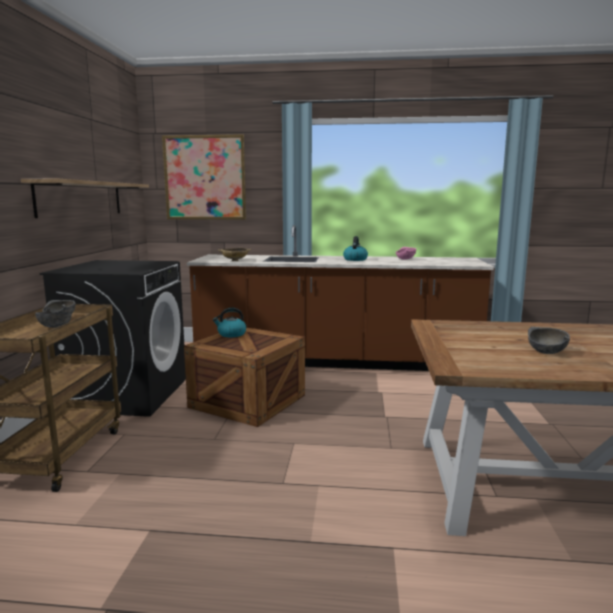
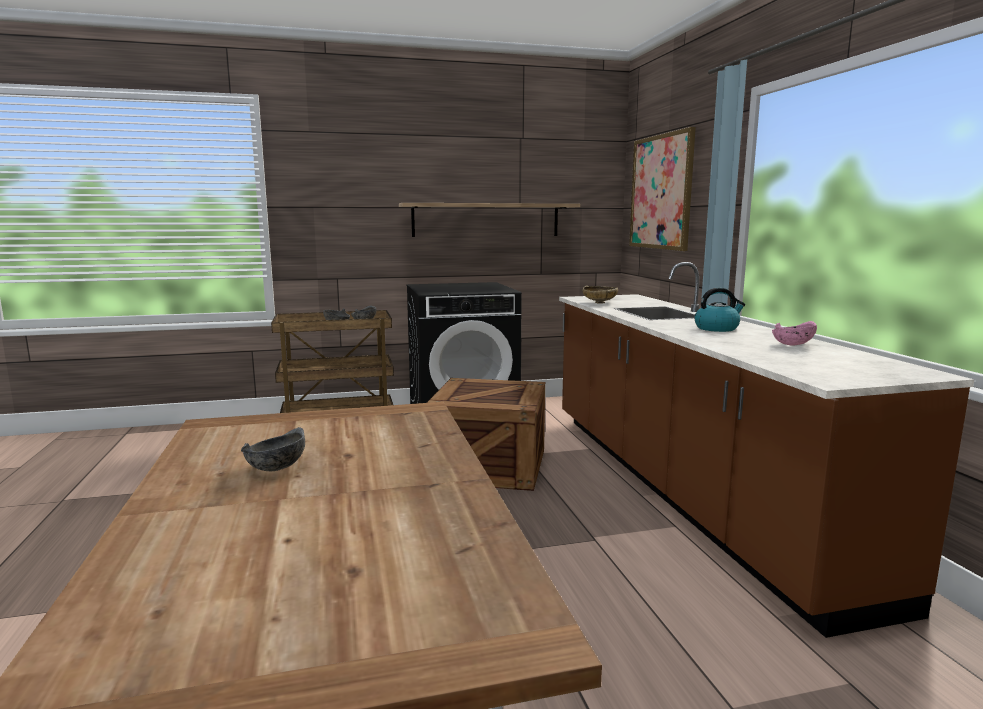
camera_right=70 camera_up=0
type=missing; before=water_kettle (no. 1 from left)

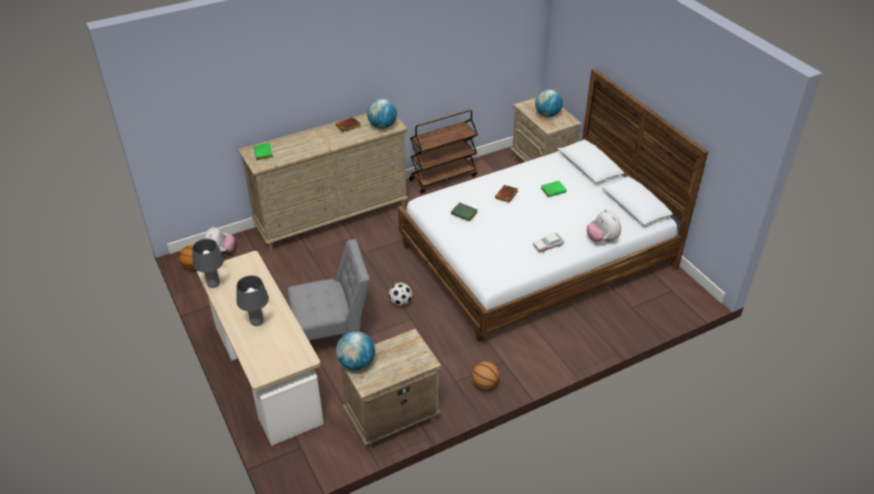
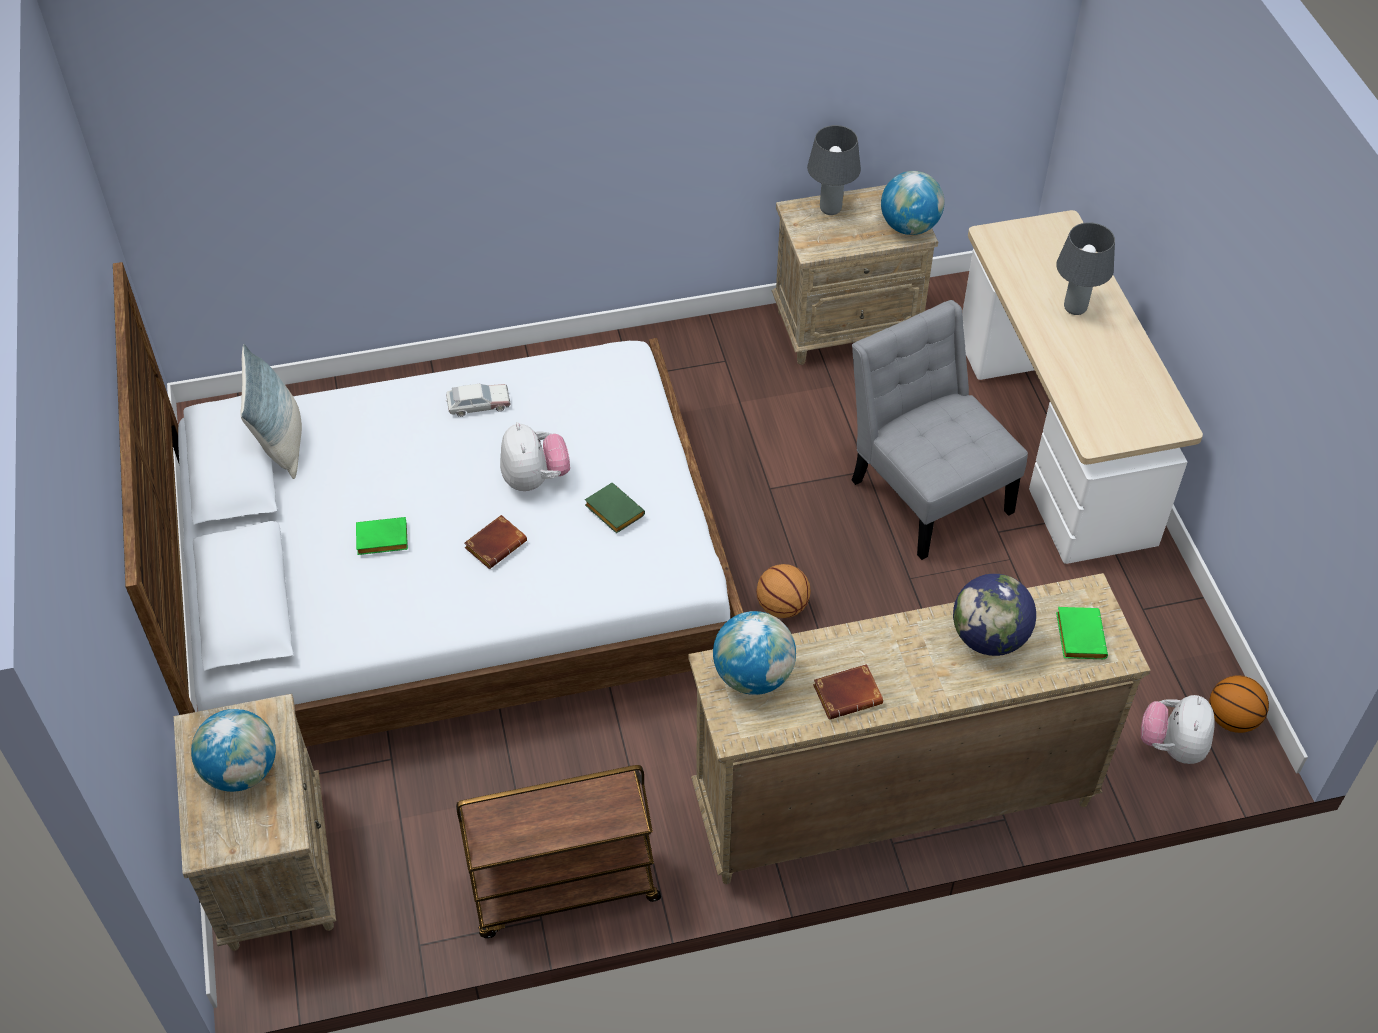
camera_right=-165 camera_up=10
type=missing; before=ball_for_football
type=appeared; after=pillow
type=appeared; after=world_globe (no. 4 from left)
type=relocated; before=grey_lamp_for_a_table (no. 1 from left)
type=relocated; before=basketball (no. 2 from left in the first image); after=basketball (no. 1 from left)
type=relocated; before=cuddly_toy (no. 2 from left in the first image); after=cuddly_toy (no. 1 from left)
type=spun; before=grey_upright_chair; turn=60

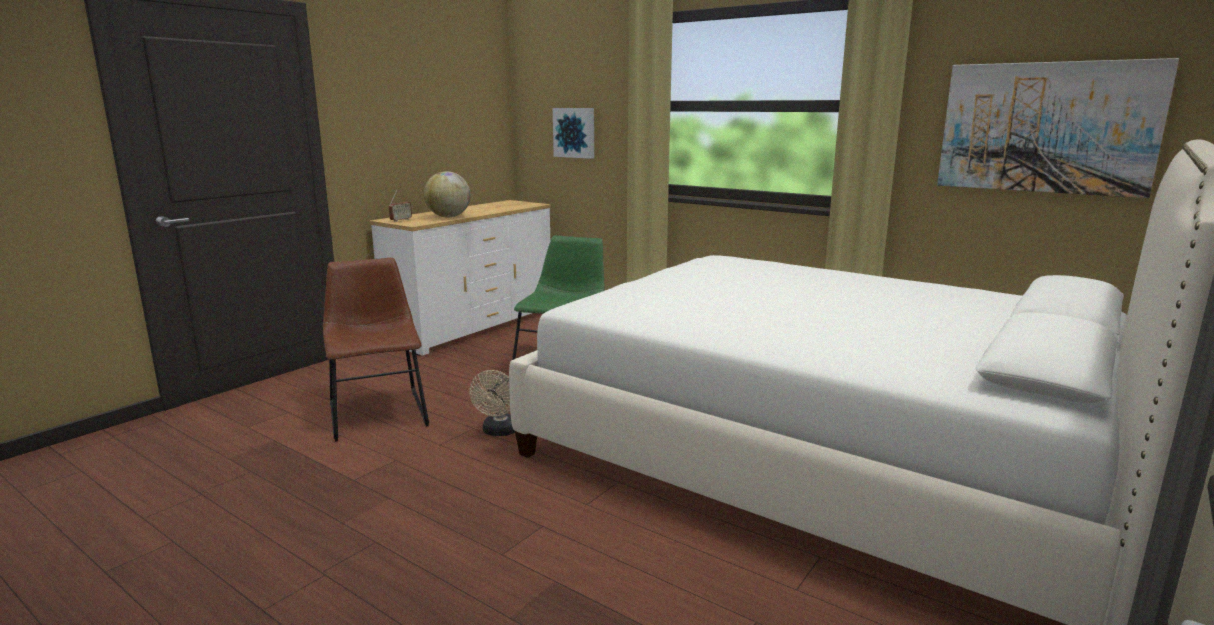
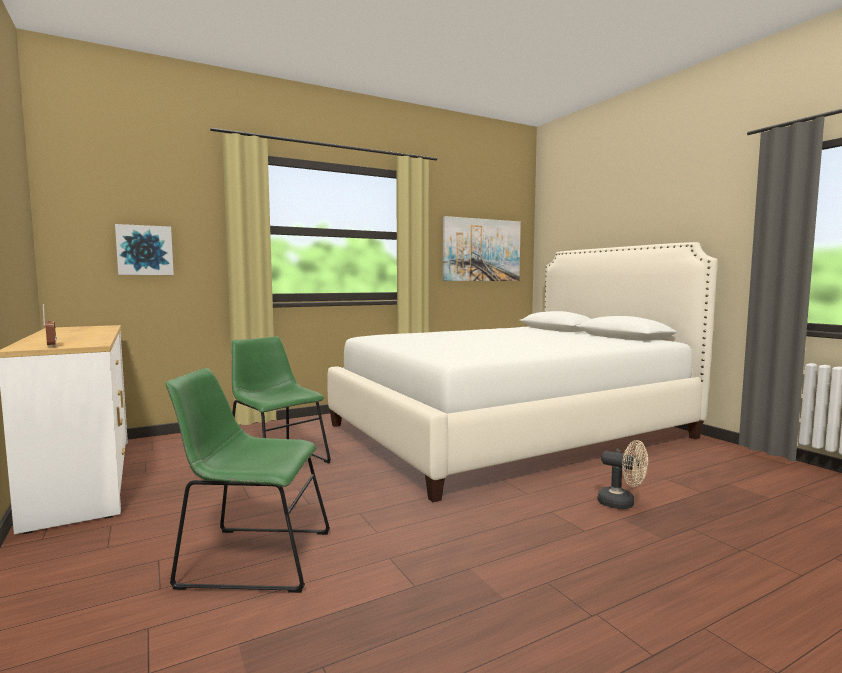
camera_right=-65 camera_up=-10
type=missing; before=world_globe
type=relocated; before=beige-coloured_cooling_fan
type=colour; before=brownish_upright_chair; after=green-coloured_upright_chair (no. 1 from left)

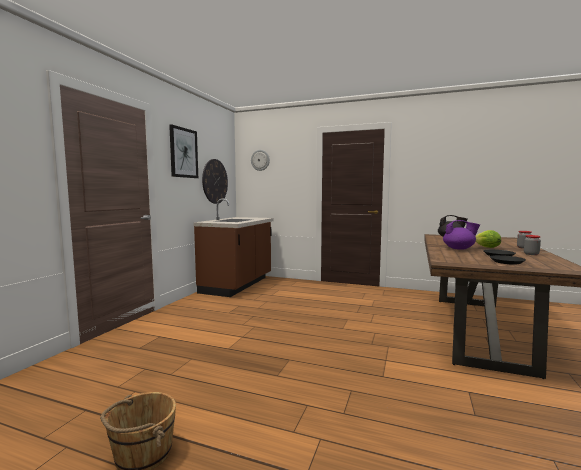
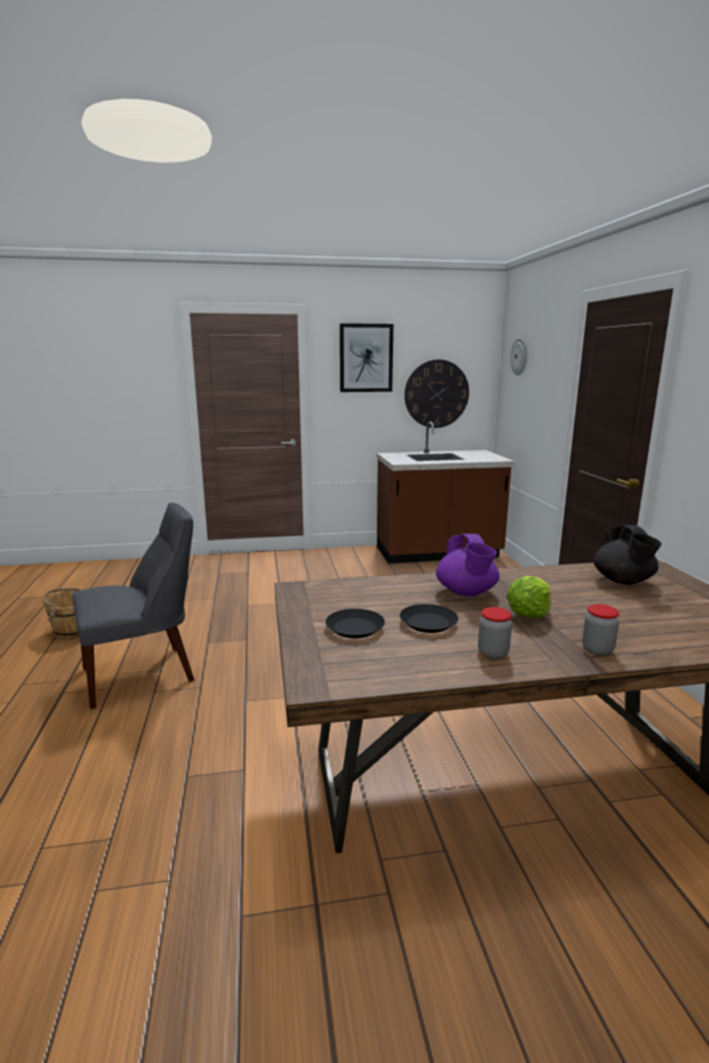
camera_right=60 camera_up=10
type=appeared; after=grey_upright_chair

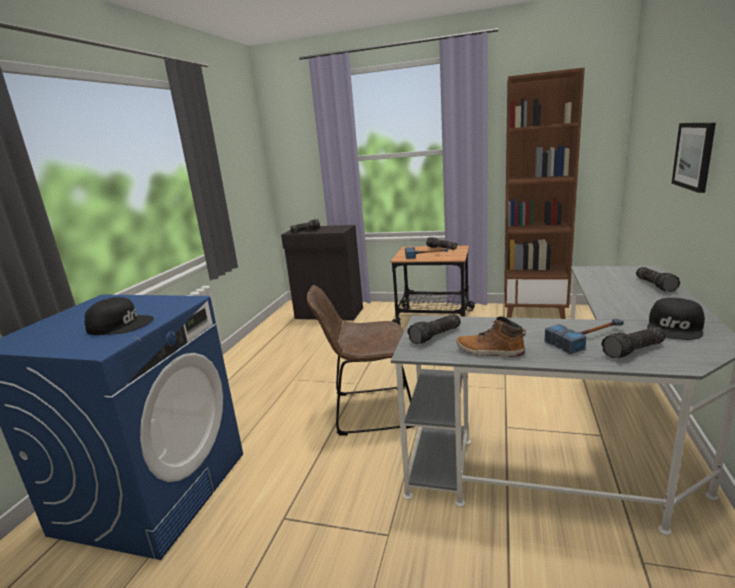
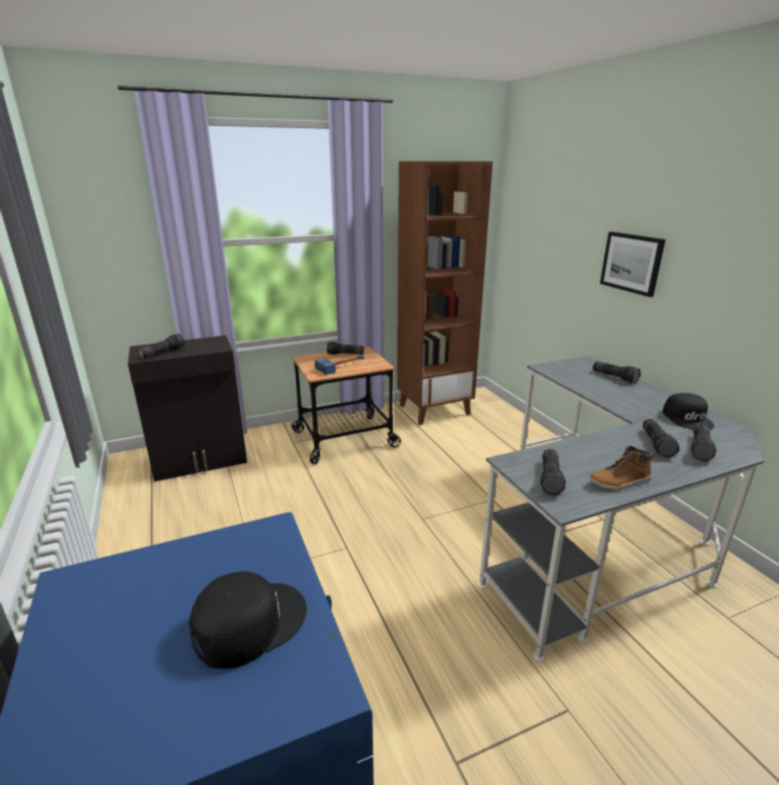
camera_right=-40 camera_up=5
type=missing; before=brownish_upright_chair
type=exchanged; before=tool_hammer (no. 2 from left); after=hand_torch (no. 5 from left)

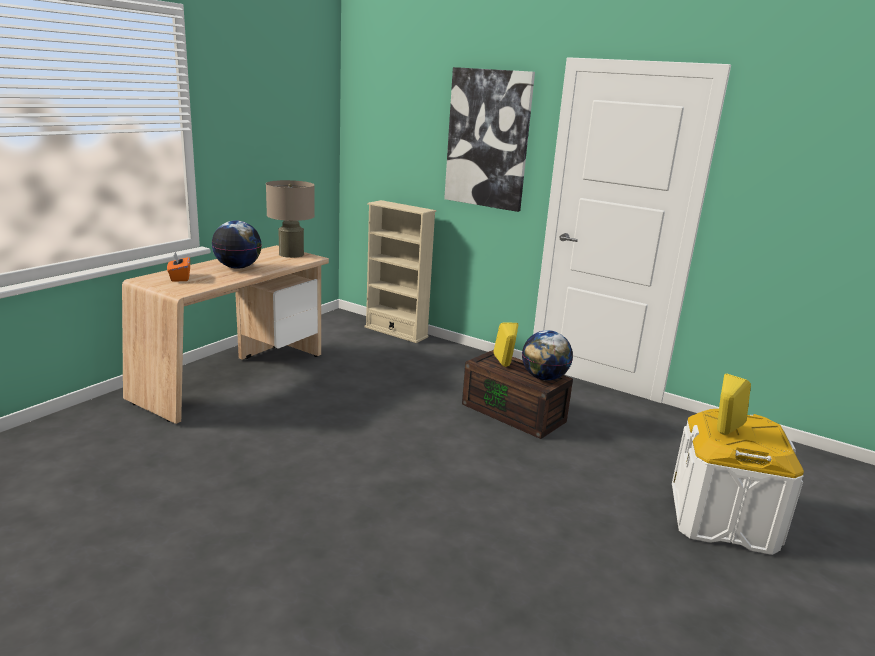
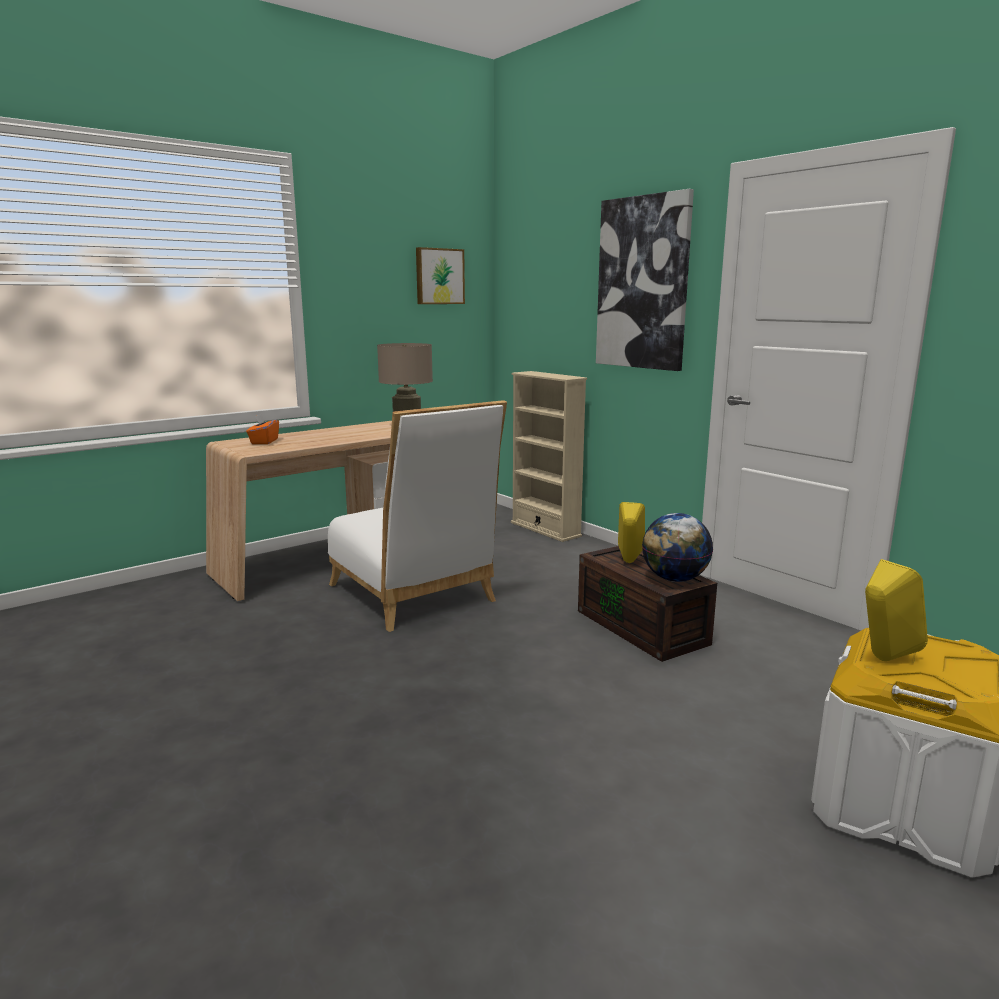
camera_right=20 camera_up=-5
type=missing; before=world_globe (no. 1 from left)
type=appeared; after=whitish_upright_chair
type=appeared; after=picture (no. 1 from left)

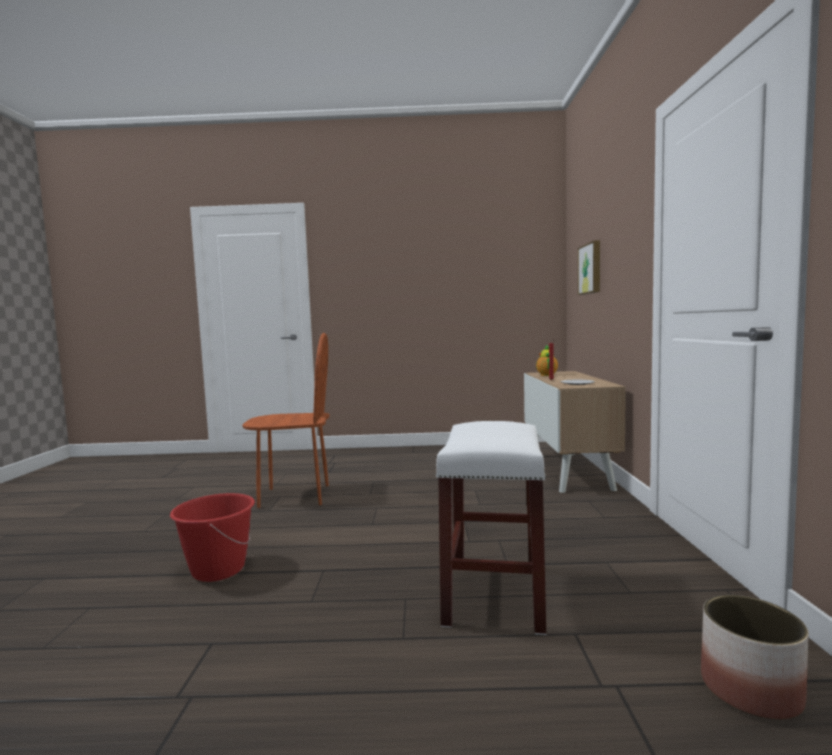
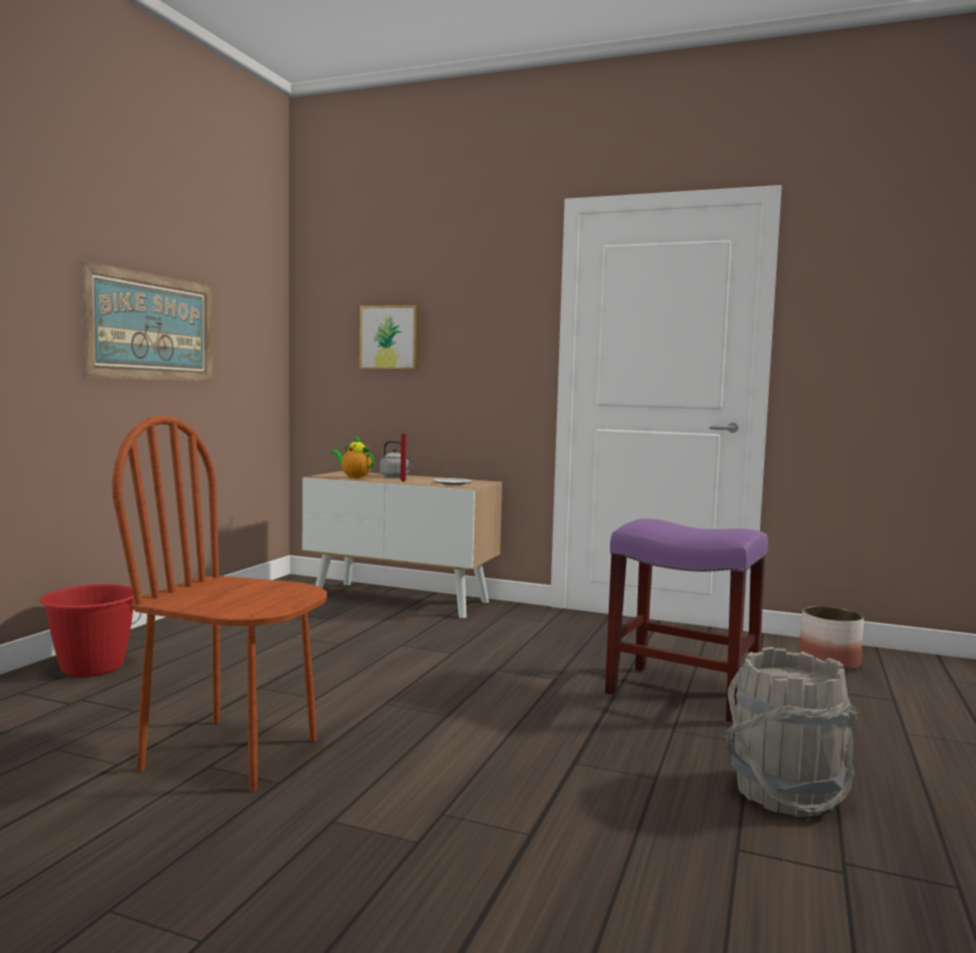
camera_right=-70 camera_up=0
type=appeared; after=picture (no. 1 from left)
type=appeared; after=grey_water_kettle
type=appeared; after=grey_water_bucket
type=relocated; before=red-coloured_water_bucket
type=colour; before=whitish_stool; after=purple_stool
type=spun; before=brownish_upright_chair; turn=-90

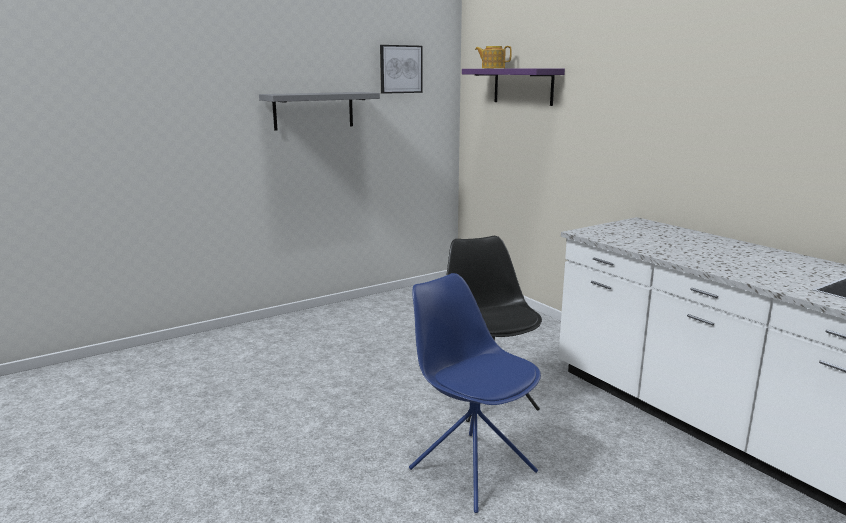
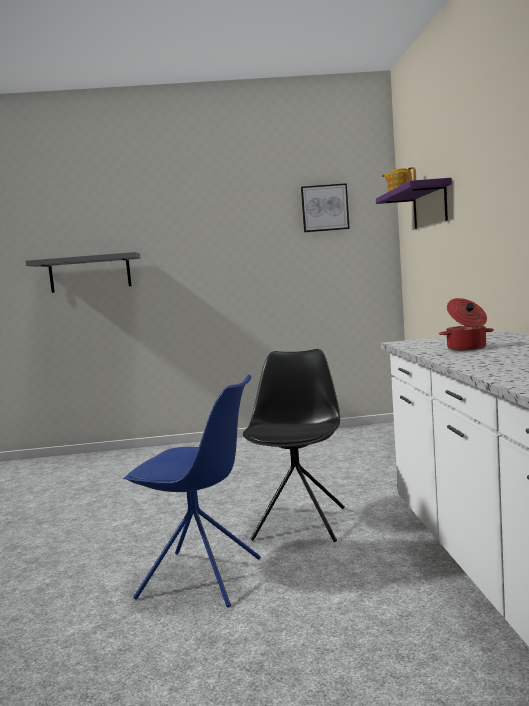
camera_right=30 camera_up=-10
type=appeared; after=saucepot
type=relocated; before=grey_bracket_shelf
type=spun; before=blue-coloured_upright_chair; turn=120

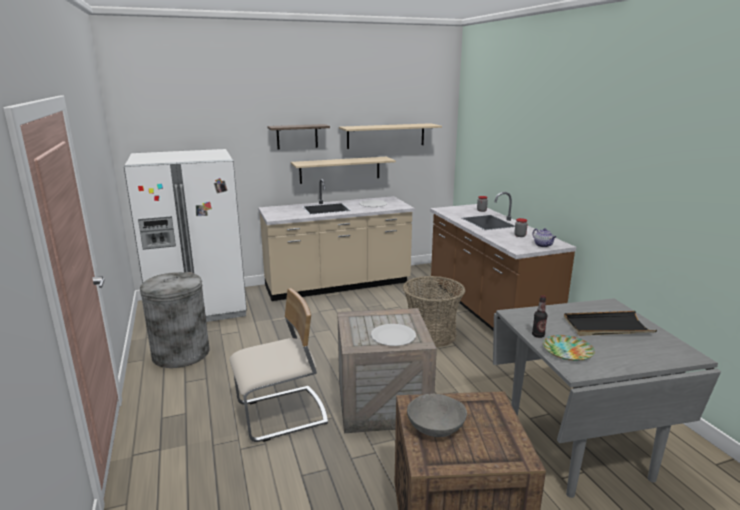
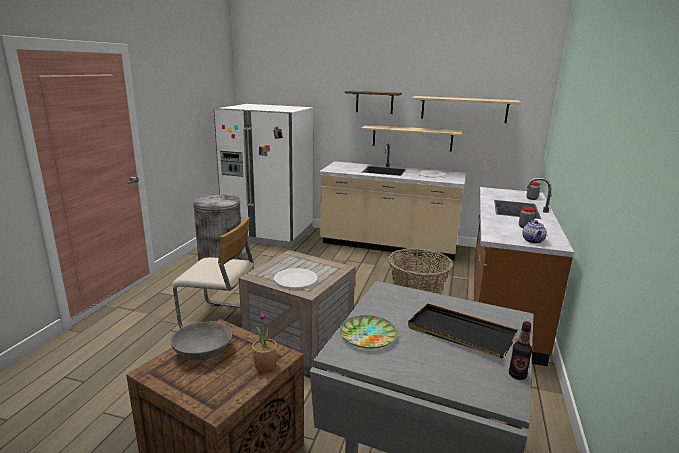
camera_right=35 camera_up=0
type=appeared; after=plant_in_a_pot
type=relocated; before=beverage_bottle

